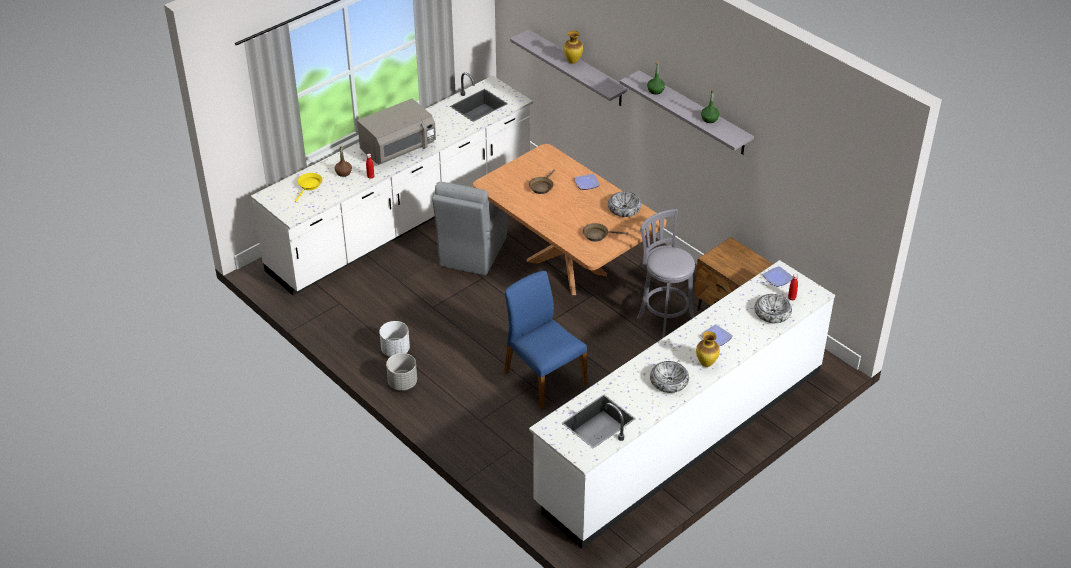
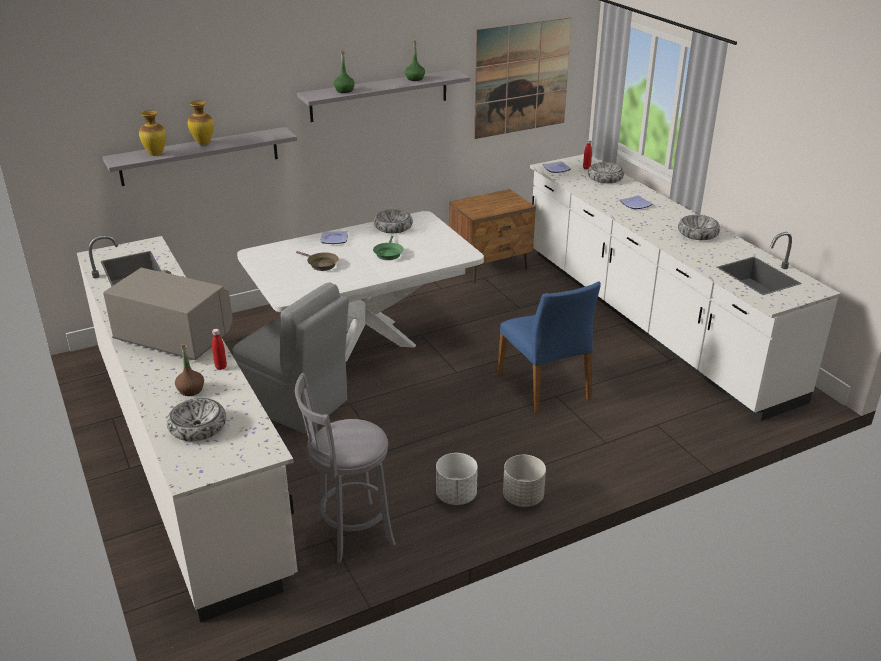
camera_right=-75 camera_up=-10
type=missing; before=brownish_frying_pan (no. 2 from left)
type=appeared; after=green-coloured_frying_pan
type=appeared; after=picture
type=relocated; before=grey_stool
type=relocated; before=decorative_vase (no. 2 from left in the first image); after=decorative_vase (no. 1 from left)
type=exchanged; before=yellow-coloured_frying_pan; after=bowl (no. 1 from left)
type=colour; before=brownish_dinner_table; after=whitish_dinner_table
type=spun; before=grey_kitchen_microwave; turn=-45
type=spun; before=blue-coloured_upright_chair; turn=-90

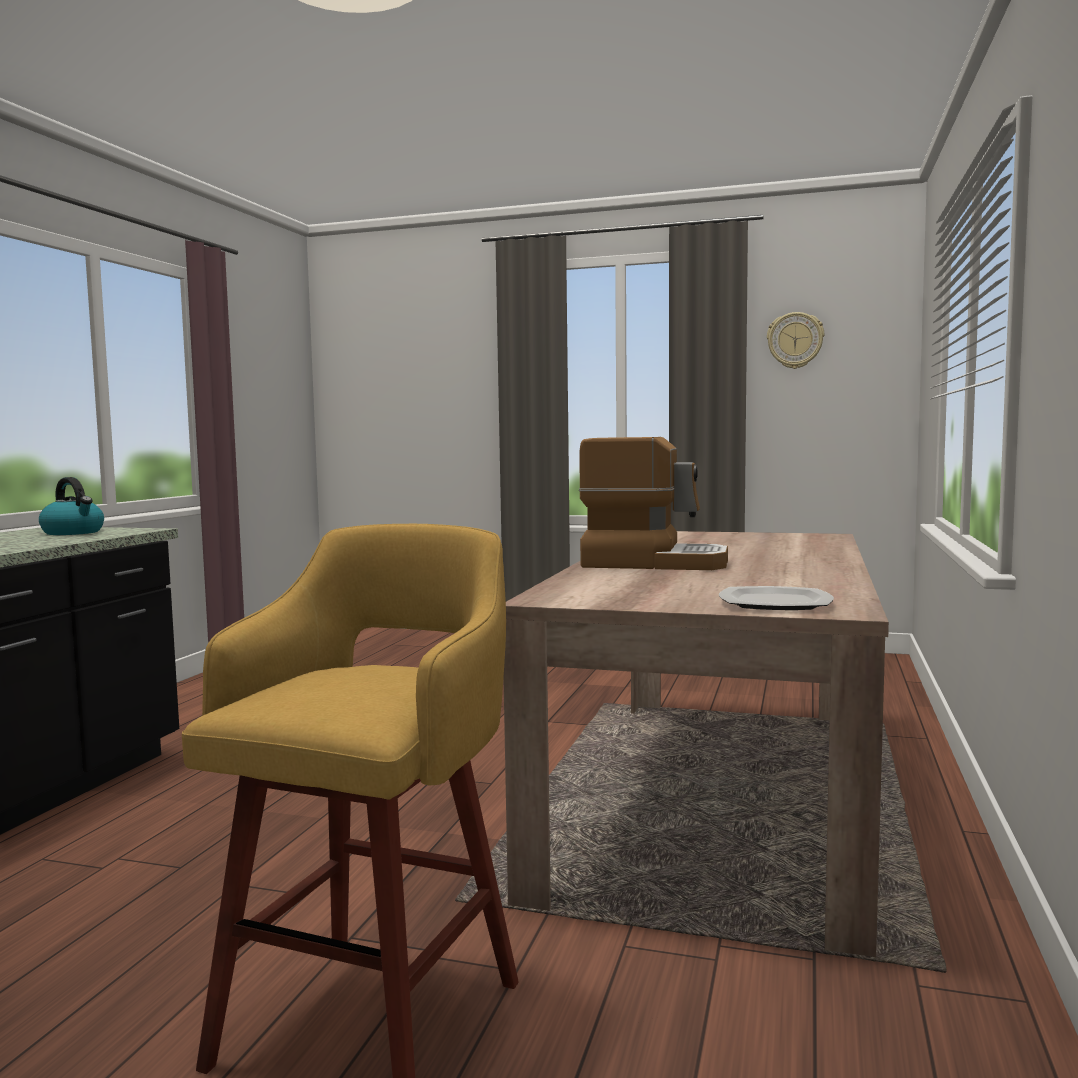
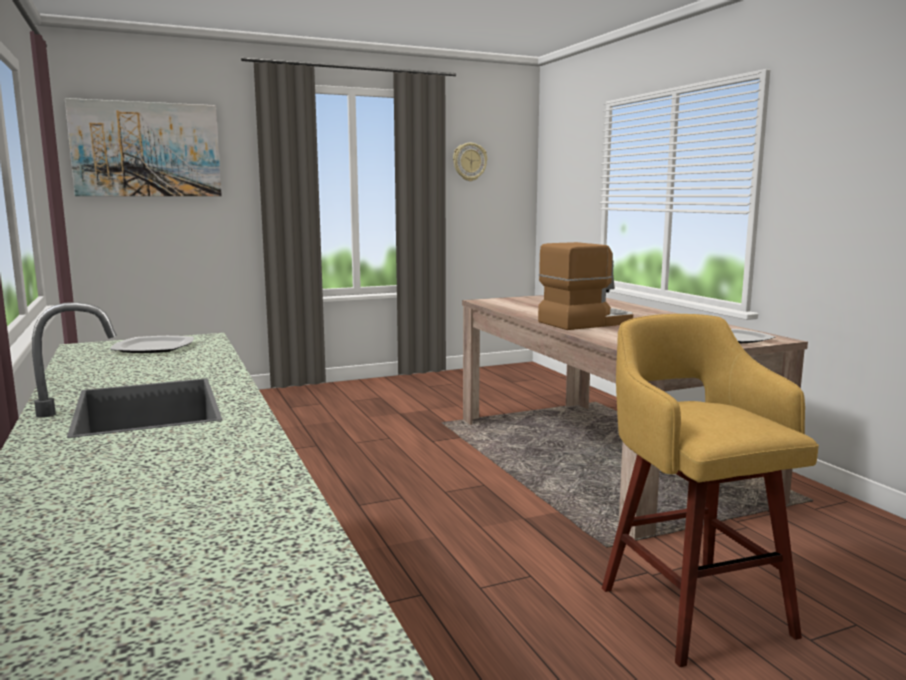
camera_right=-40 camera_up=5
type=appeared; after=picture
type=exchanged; before=water_kettle; after=dinner_plate (no. 1 from left)

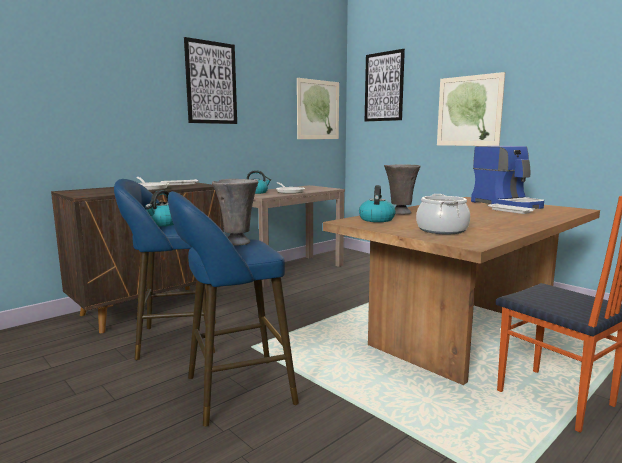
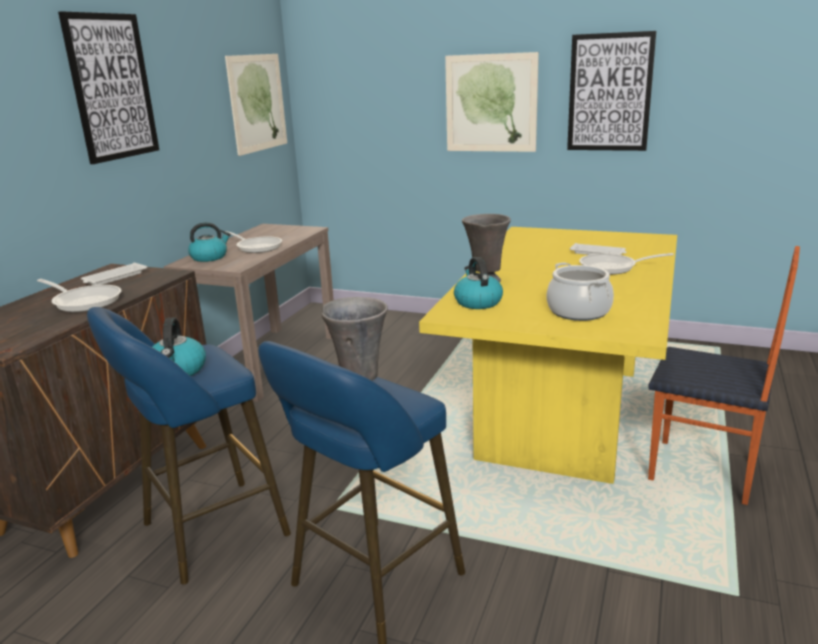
camera_right=-25 camera_up=10
type=missing; before=coffee_brewer
type=appeared; after=frying_pan (no. 3 from left)
type=relocated; before=picture (no. 3 from left in the first image); after=picture (no. 4 from left)
type=colour; before=brownish_dinner_table; after=yellow-coloured_dinner_table

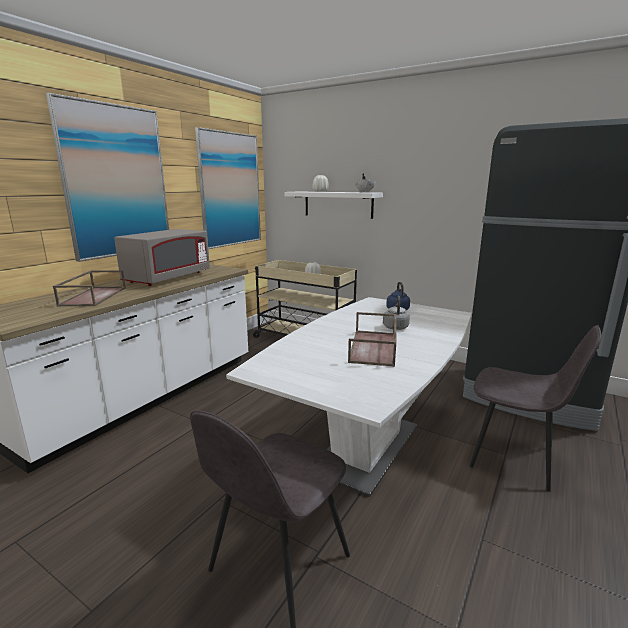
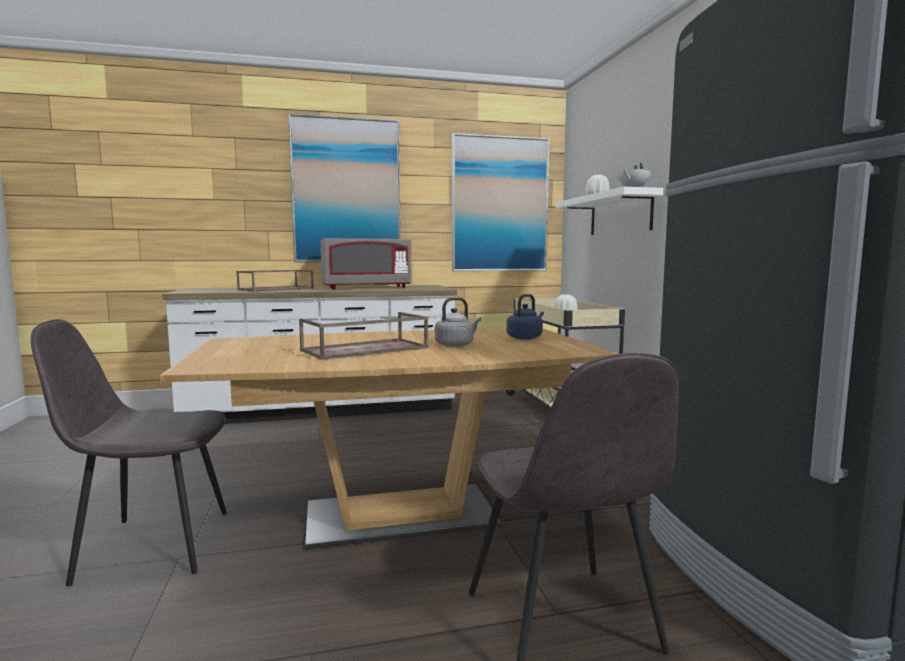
camera_right=45 camera_up=-10
type=colour; before=whitish_dinner_table; after=brownish_dinner_table

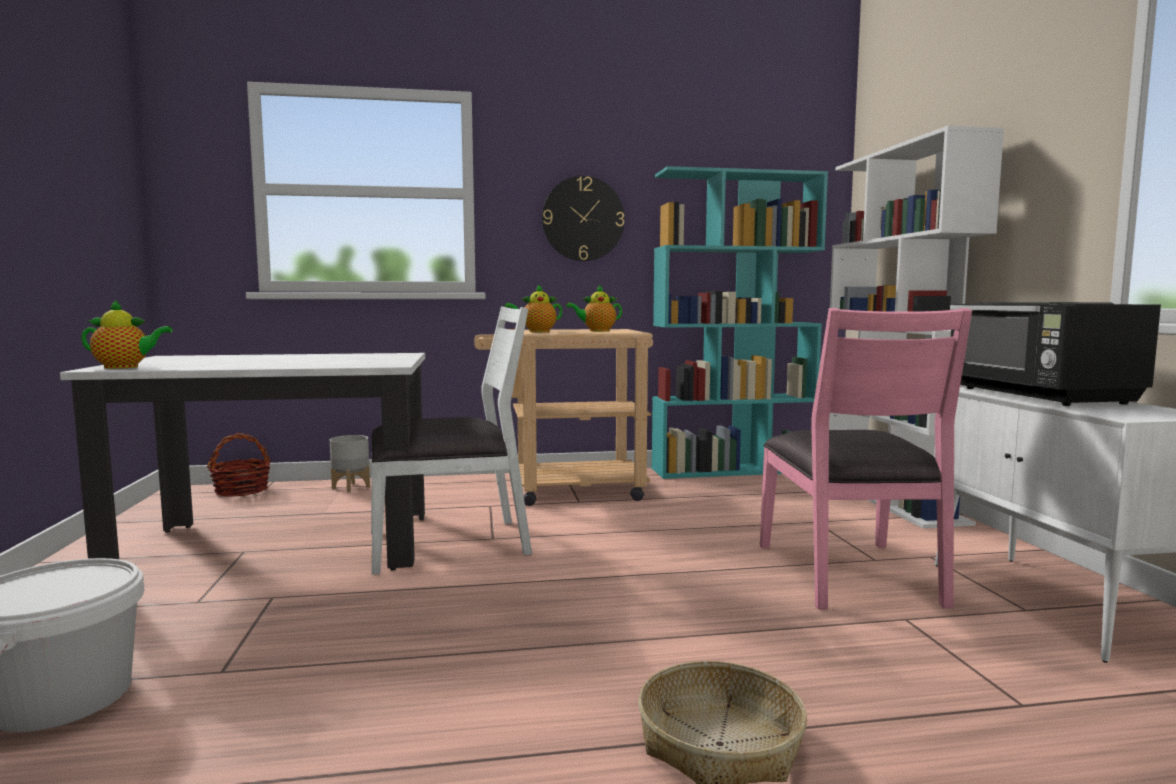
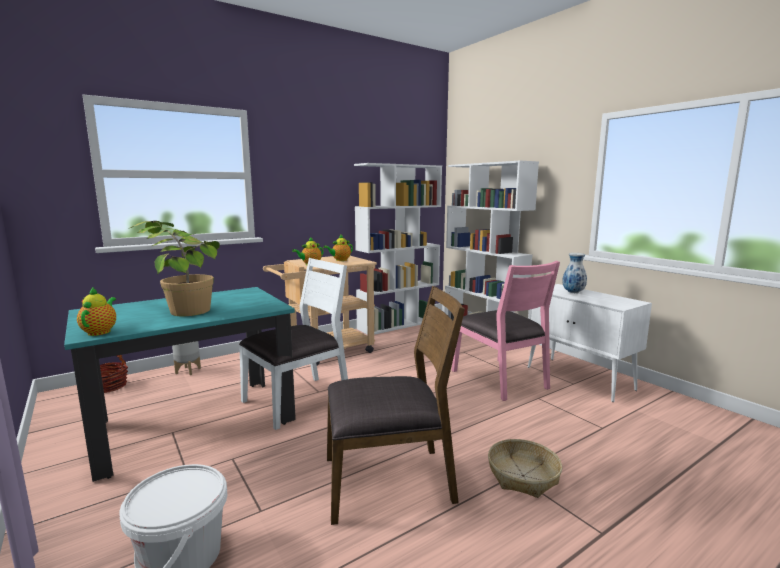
camera_right=-25 camera_up=5
type=missing; before=hanging_clock
type=appeared; after=plant_in_a_pot
type=appeared; after=brownish_upright_chair
type=exchanged; before=black_kitchen_microwave; after=decorative_vase
type=colour; before=whitish_dinner_table; after=turquoise-coloured_dinner_table
type=colour; before=turquoise-coloured_shelving_unit; after=whitish_shelving_unit (no. 1 from left)
type=spun; before=pot_for_tea (no. 1 from left); turn=-60

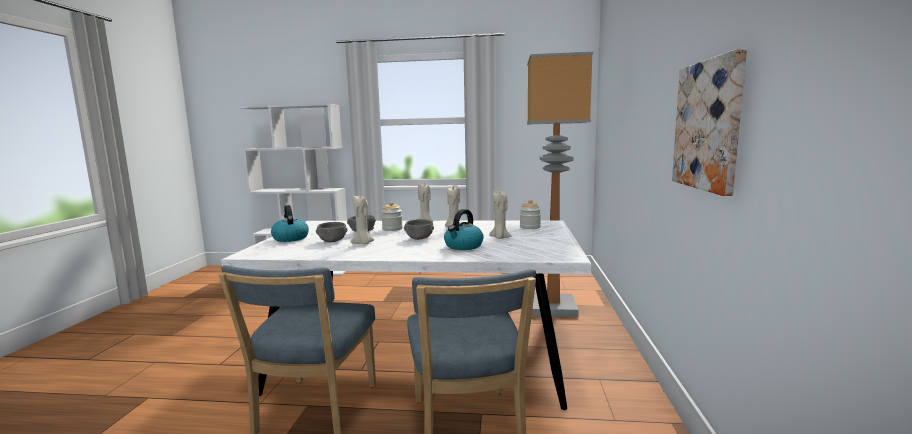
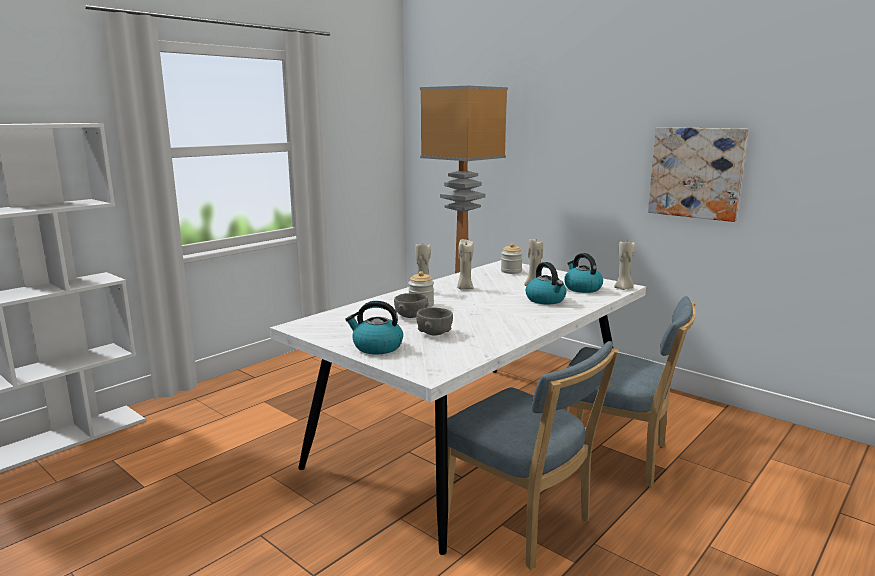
camera_right=-55 camera_up=5
type=missing; before=grey_bowl (no. 3 from left)
type=appeared; after=water_kettle (no. 3 from left)
type=relocated; before=beige-coloured_candle (no. 1 from left in the first image); after=beige-coloured_candle (no. 4 from left)

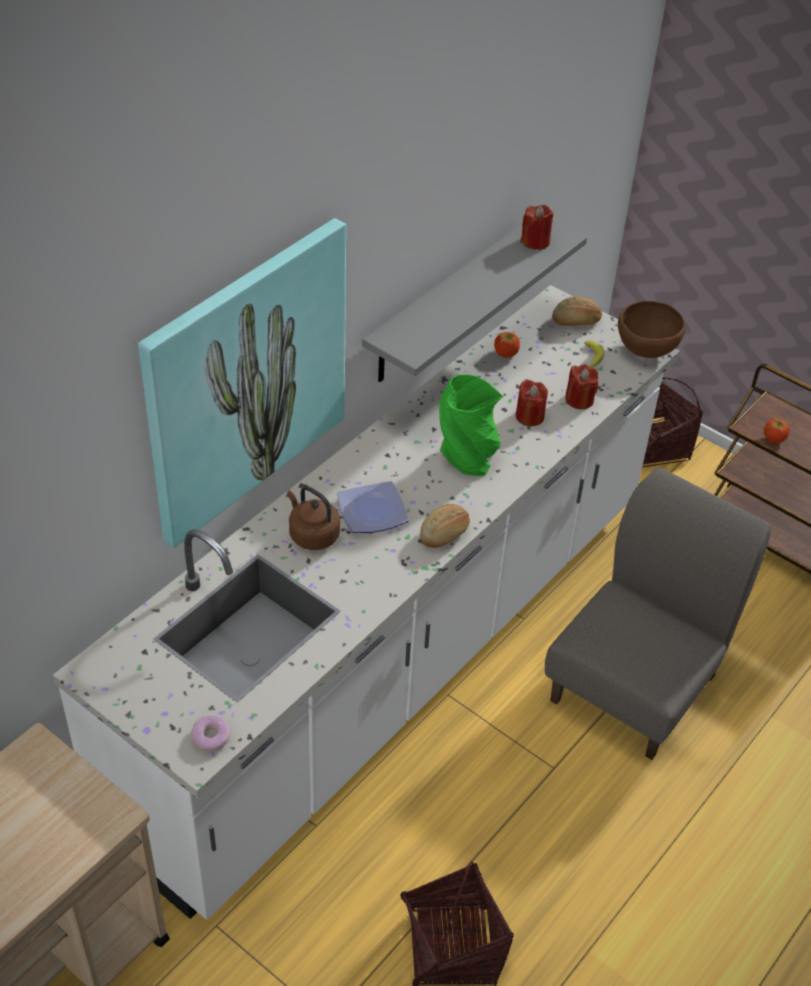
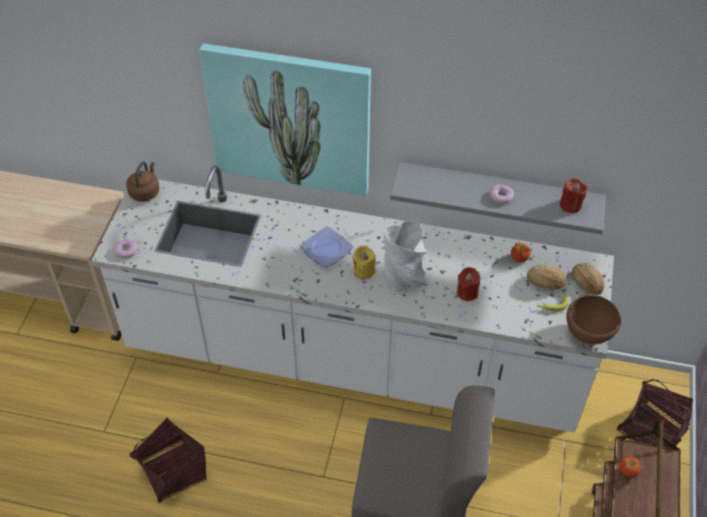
camera_right=65 camera_up=5
type=missing; before=red-coloured_candle (no. 3 from left)
type=appeared; after=yellow-coloured_candle
type=appeared; after=doughnut (no. 2 from left)
type=relocated; before=brownish_water_kettle
type=relocated; before=bread (no. 1 from left)
type=colour; before=green-coloured_decorative_vase; after=grey_decorative_vase

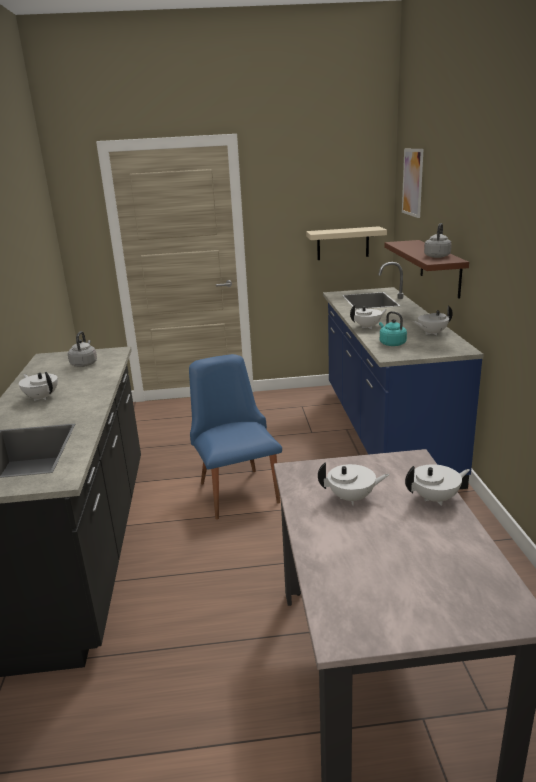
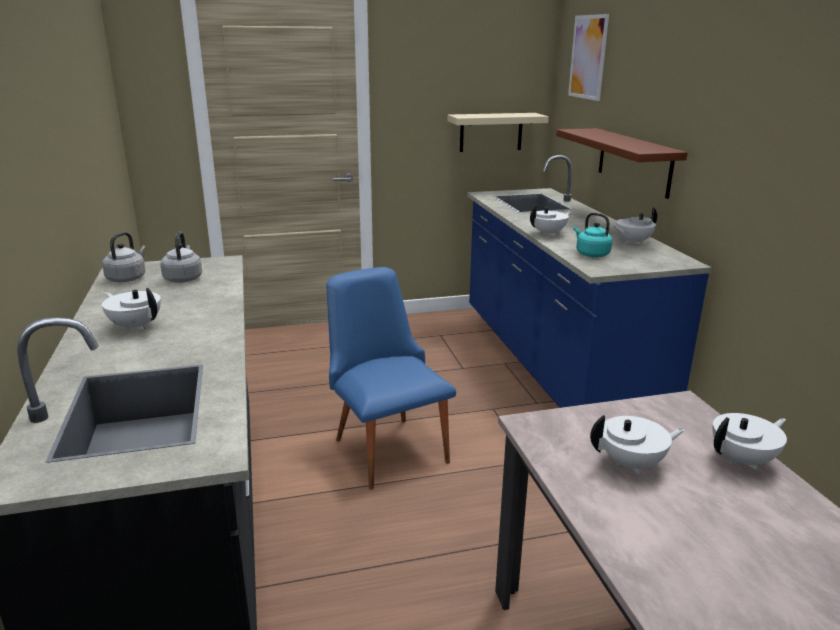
camera_right=-10 camera_up=0
type=relocated; before=grey_water_kettle (no. 2 from left in the first image); after=grey_water_kettle (no. 1 from left)

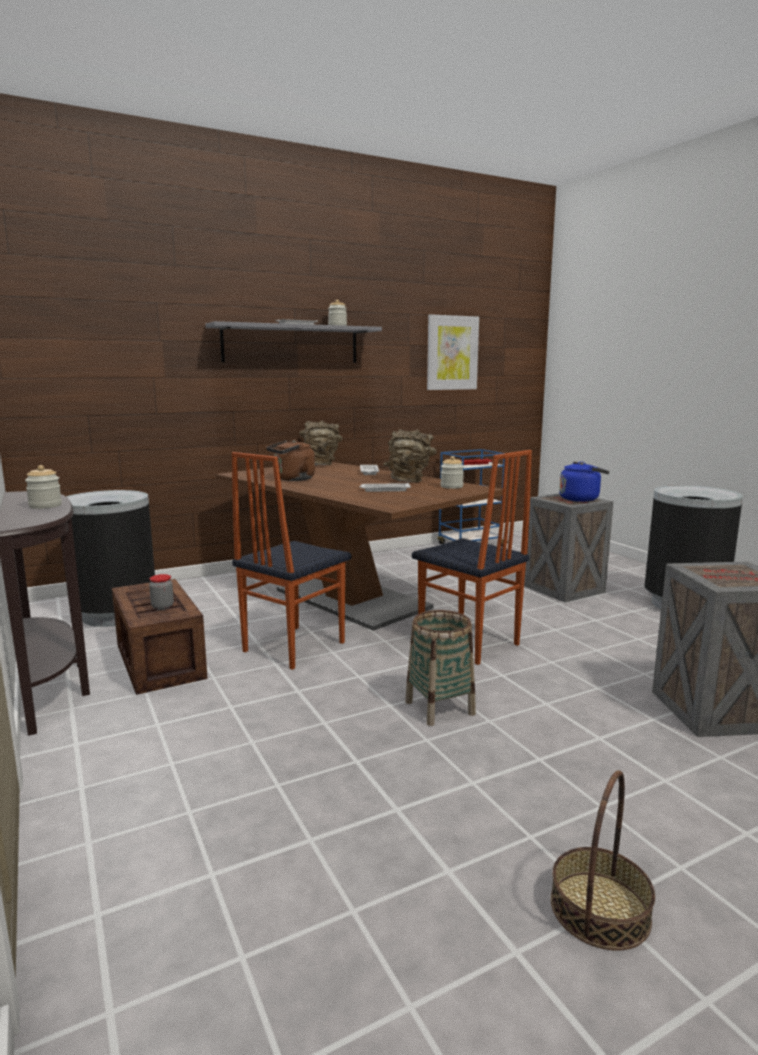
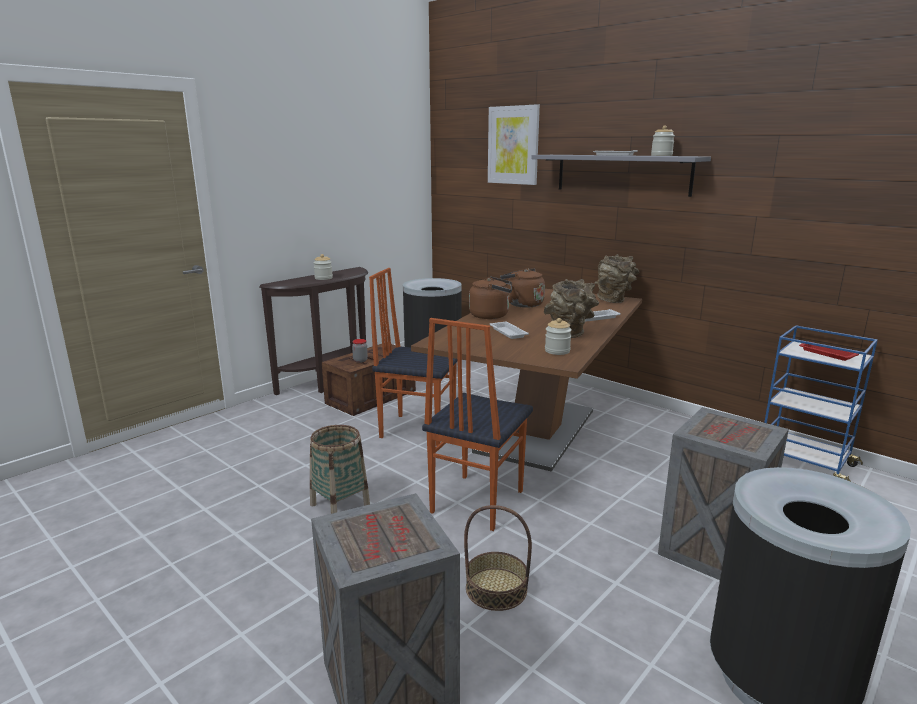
camera_right=70 camera_up=5
type=missing; before=blue-coloured_water_kettle
type=appeared; after=brownish_water_kettle (no. 1 from left)
type=relocated; before=picture
type=relocated; before=household_basket (no. 2 from left)

